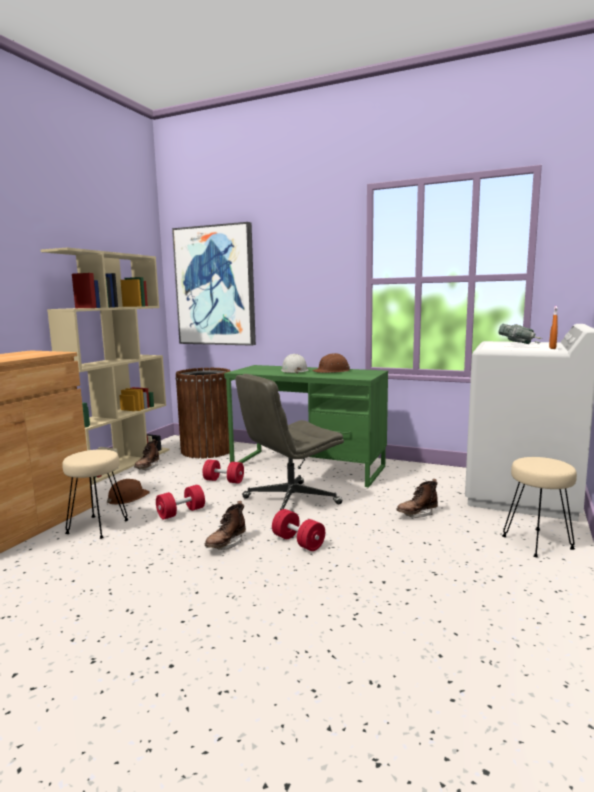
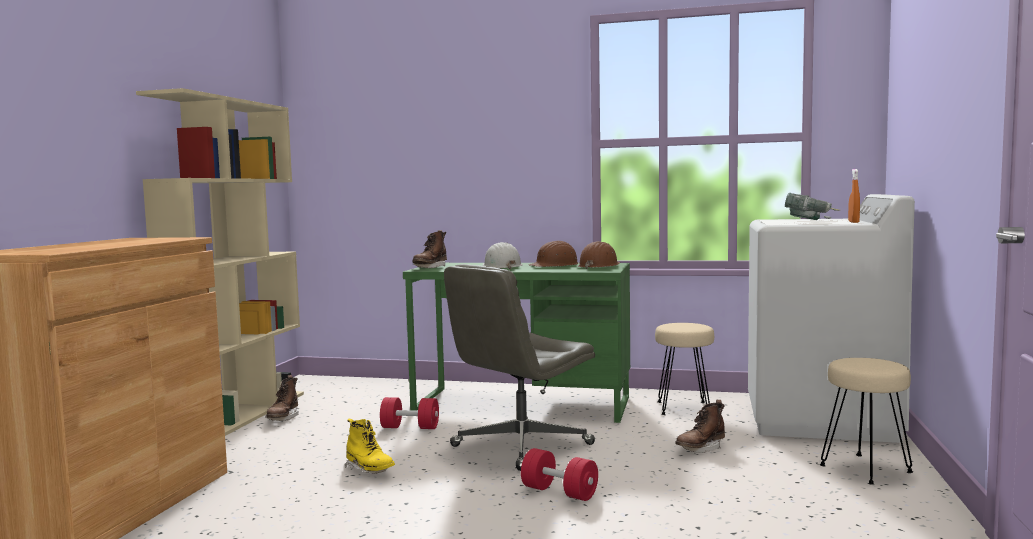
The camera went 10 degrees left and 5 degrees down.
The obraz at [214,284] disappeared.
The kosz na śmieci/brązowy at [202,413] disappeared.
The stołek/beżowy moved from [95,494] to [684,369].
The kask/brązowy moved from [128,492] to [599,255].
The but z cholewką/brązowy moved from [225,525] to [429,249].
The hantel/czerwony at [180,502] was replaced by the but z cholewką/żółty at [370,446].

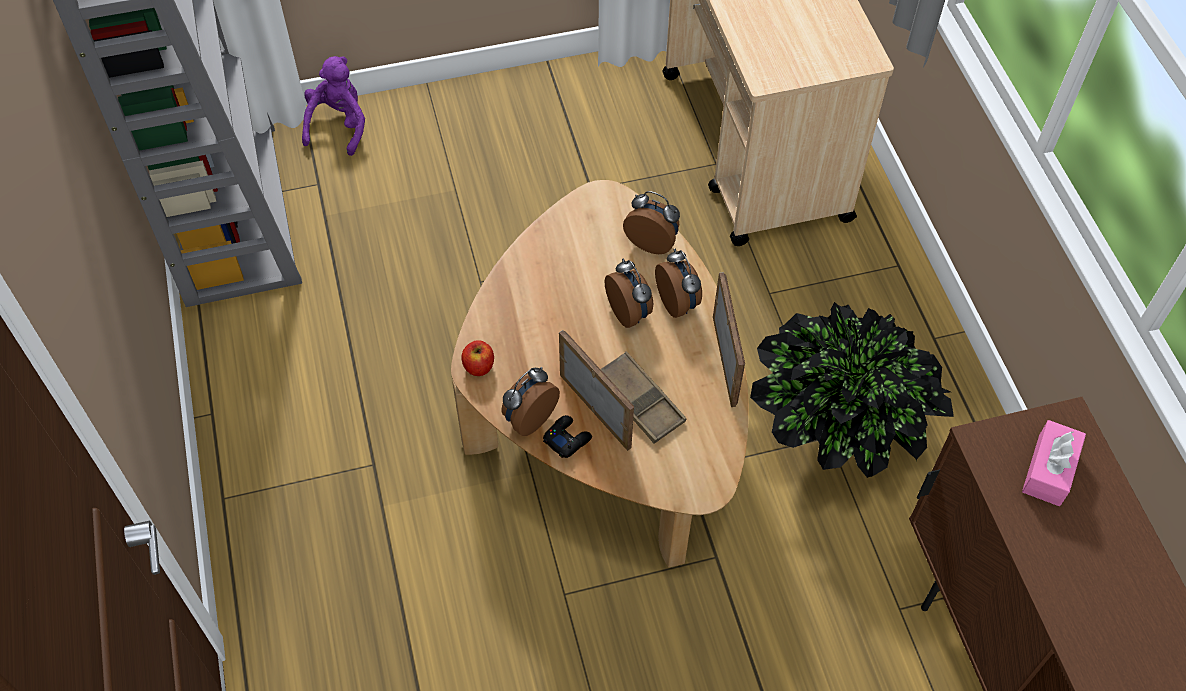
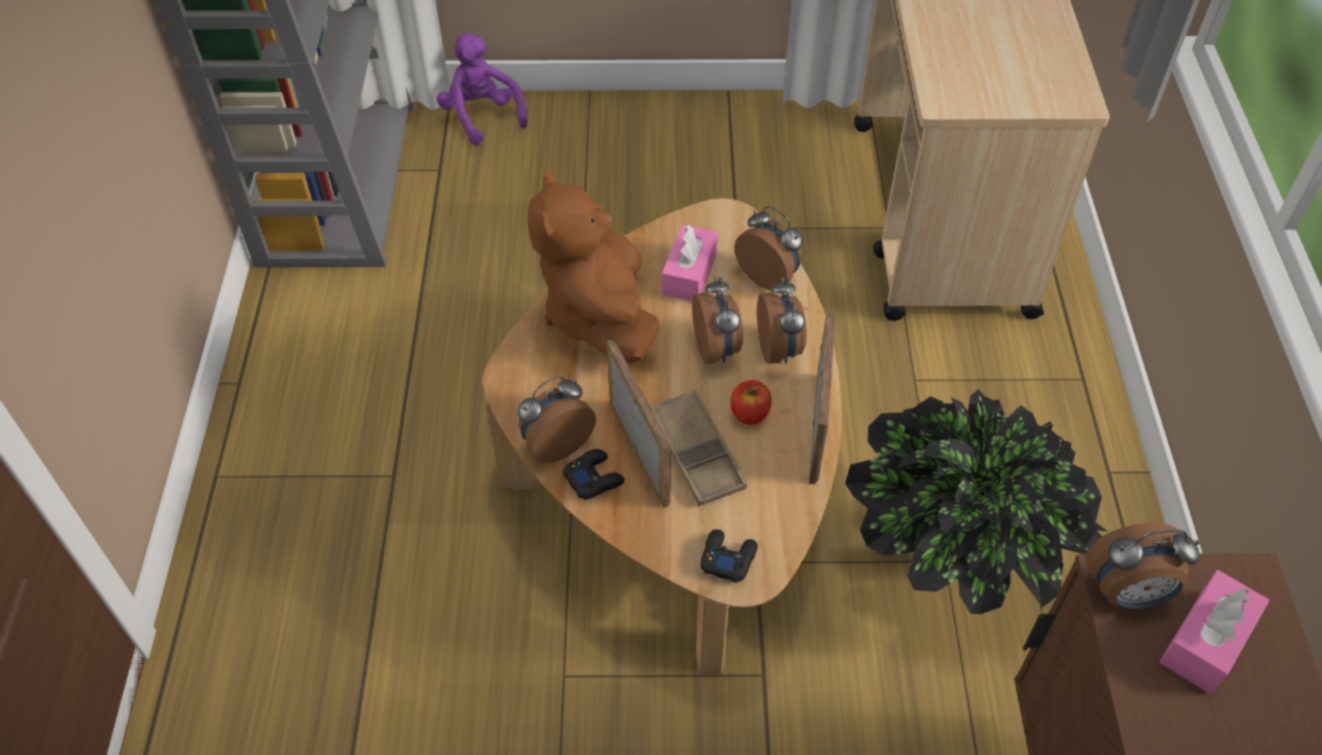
The camera went 15 degrees right and 5 degrees down.
The pluszak/brązowy at [594,267] appeared.
The pudełko chusteczek/różowy at [690,262] appeared.
The pad do gier/czarny at [729,556] appeared.
The budzik at [1142,566] appeared.
The jabłko moved from [477,358] to [751,402].
The pluszak/fioletowy at [333,106] turned 60 degrees counterclockwise.

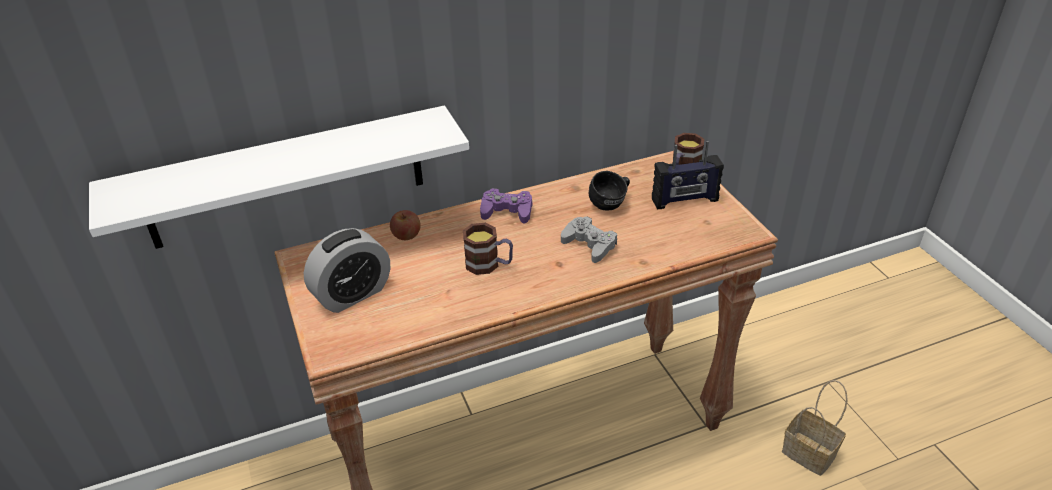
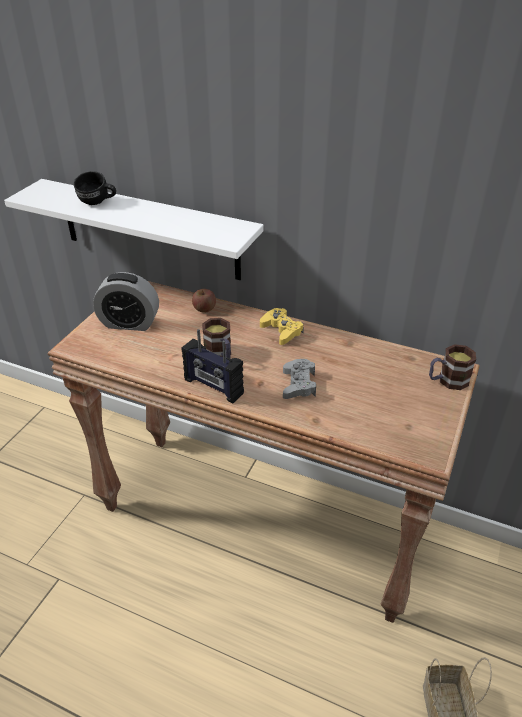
The camera went 45 degrees right and 0 degrees up.
The kubek/czarny moved from [609,190] to [95,188].
The radio moved from [688,175] to [213,366].
The pad do gier/fioletowy at [506,205] became the pad do gier/żółty at [282,326].

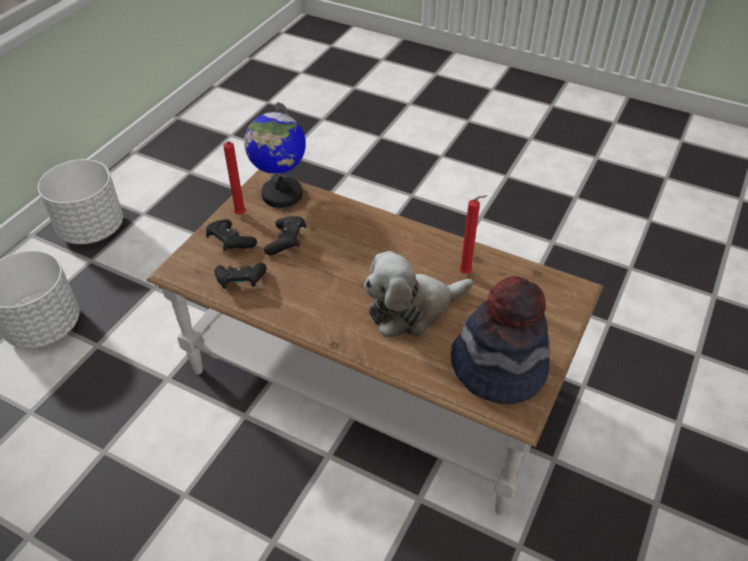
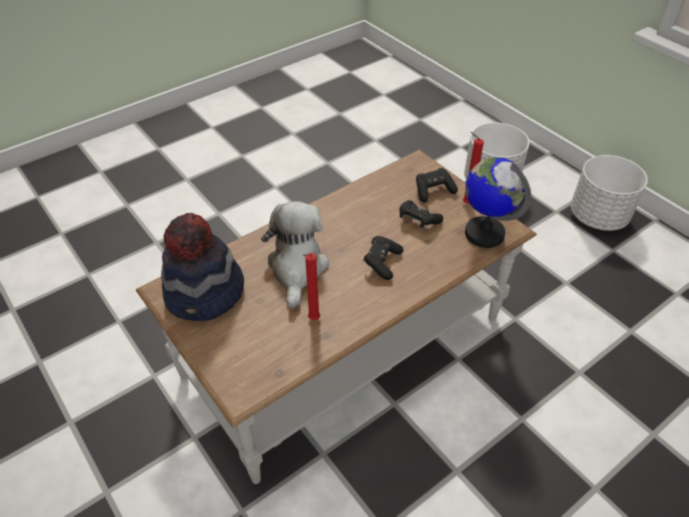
The camera went 115 degrees right and 0 degrees up.
The pad do gier/czarny moved from [241,276] to [383,258].

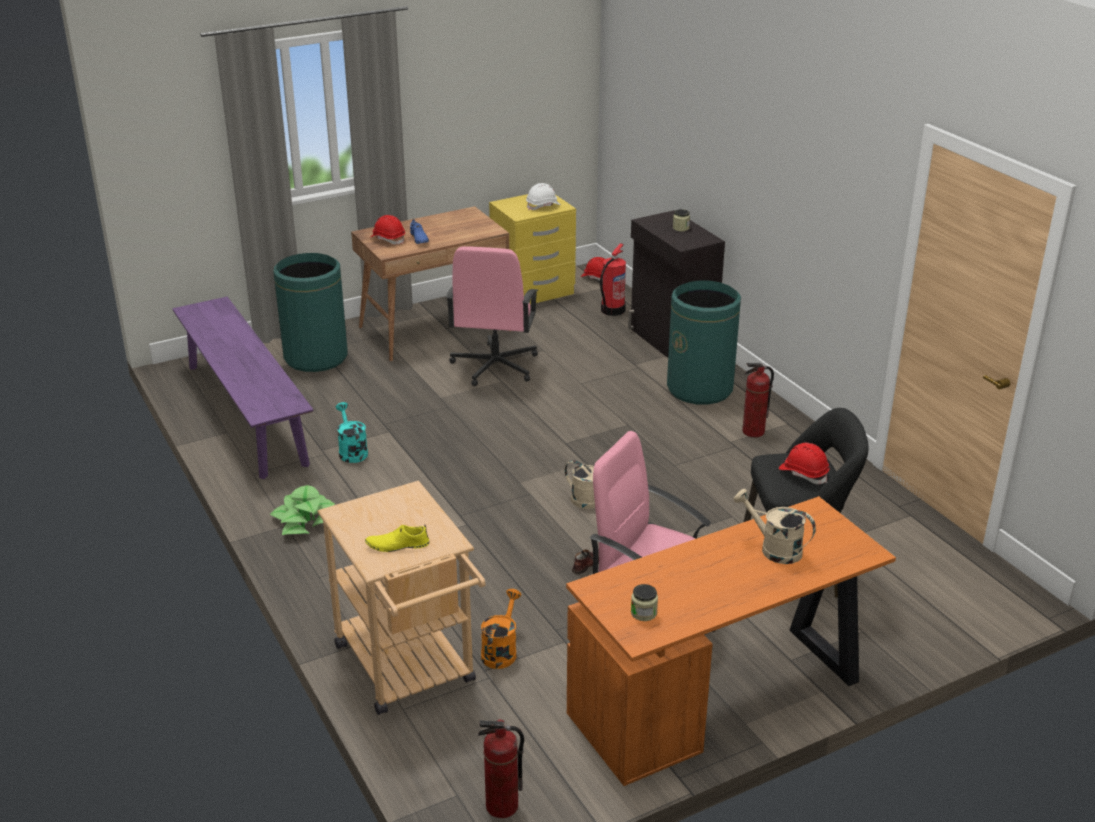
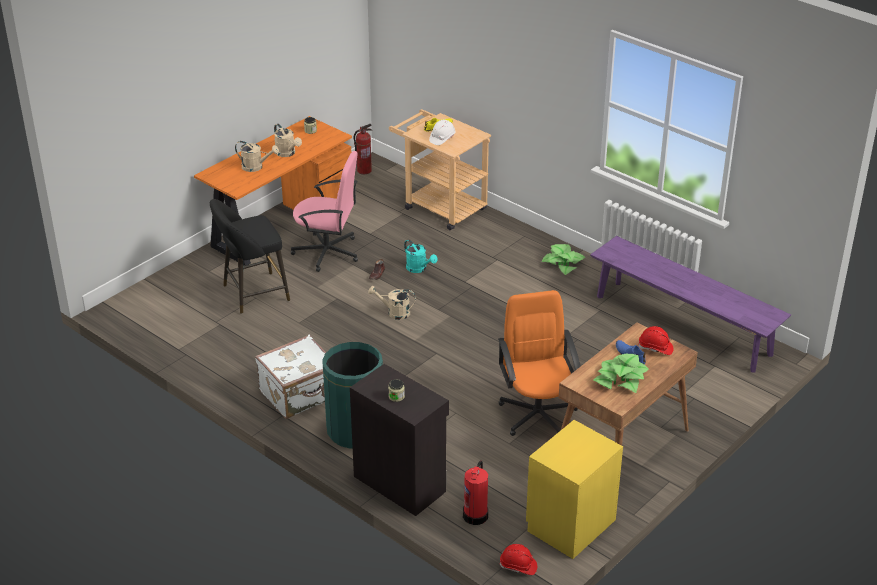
The camera went 160 degrees right and 5 degrees up.
The kosz na śmieci/zielony at [310,312] disappeared.
The konewka/pomarańczowy at [501,629] disappeared.
The kask/czerwony at [804,463] disappeared.
The konewka/beżowy at [288,140] appeared.
The roślina doniczkowa at [620,373] appeared.
The konewka/turkusowy moved from [352,432] to [420,256].
The kask/biały moved from [543,196] to [442,132].
The gaśnica at [758,400] was replaced by the walizka/biały at [290,377].
The krzesło biurowe/różowy at [492,316] became the krzesło biurowe/pomarańczowy at [539,363].

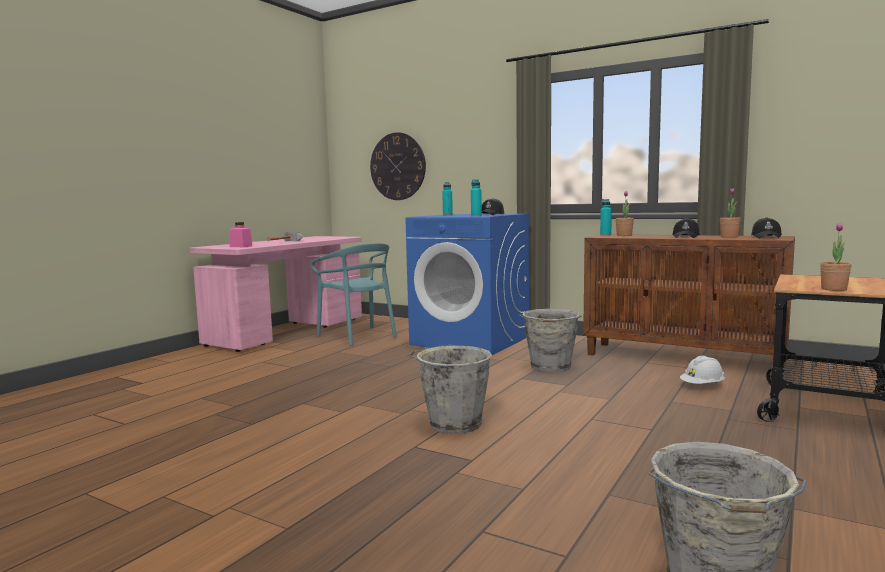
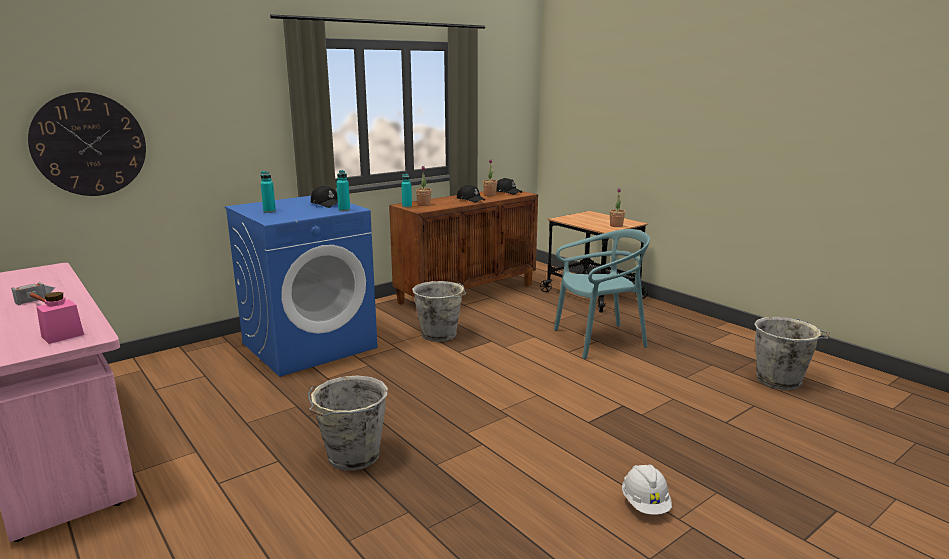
The camera went 70 degrees left and 10 degrees up.
The krzesło/turkusowy moved from [354,294] to [602,294].
The wiadro/szary moved from [449,389] to [348,423].
The kask/biały moved from [702,370] to [647,489].

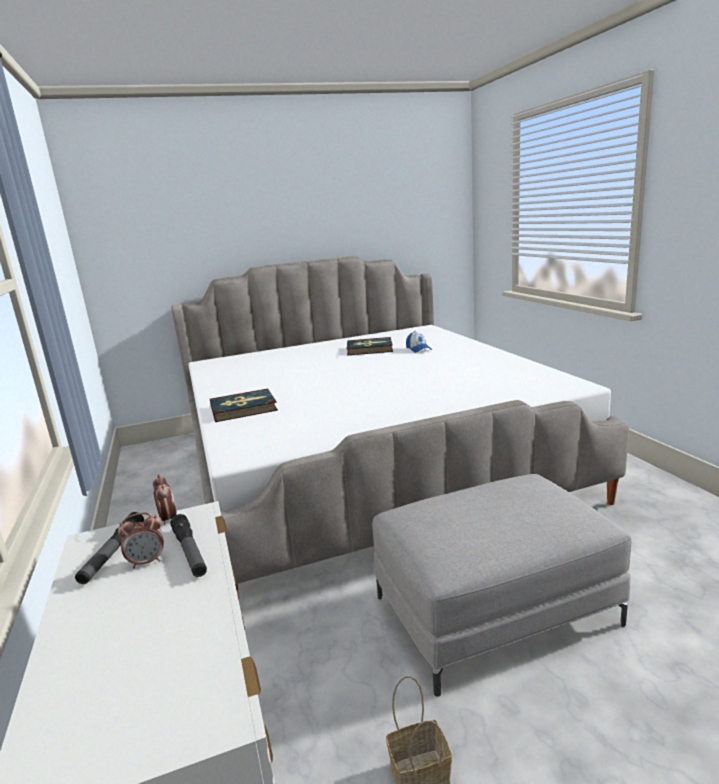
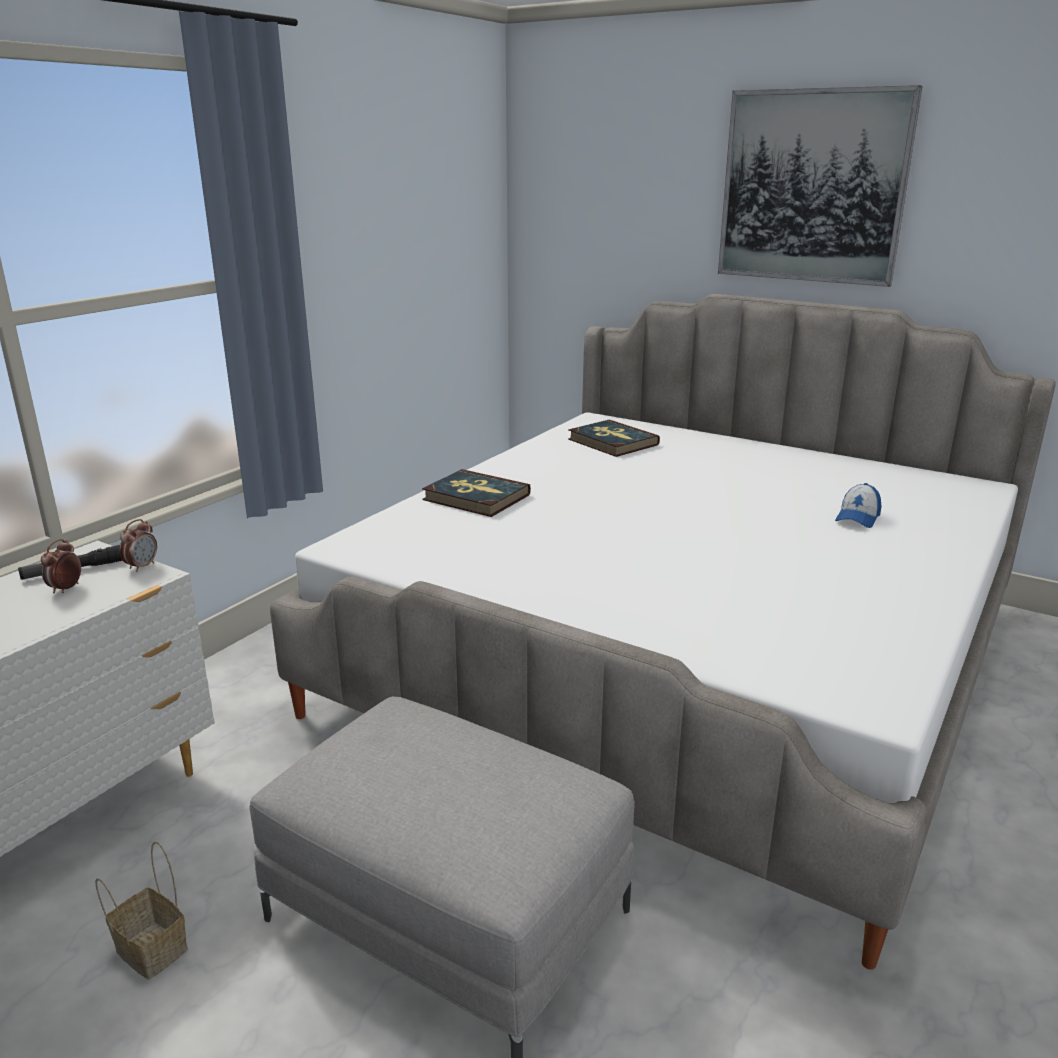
The camera went 50 degrees right and 5 degrees up.
The latarka at [188,545] disappeared.
The obraz at [820,186] appeared.
The książka moved from [370,346] to [614,438].
The budzik at [141,541] turned 75 degrees clockwise.

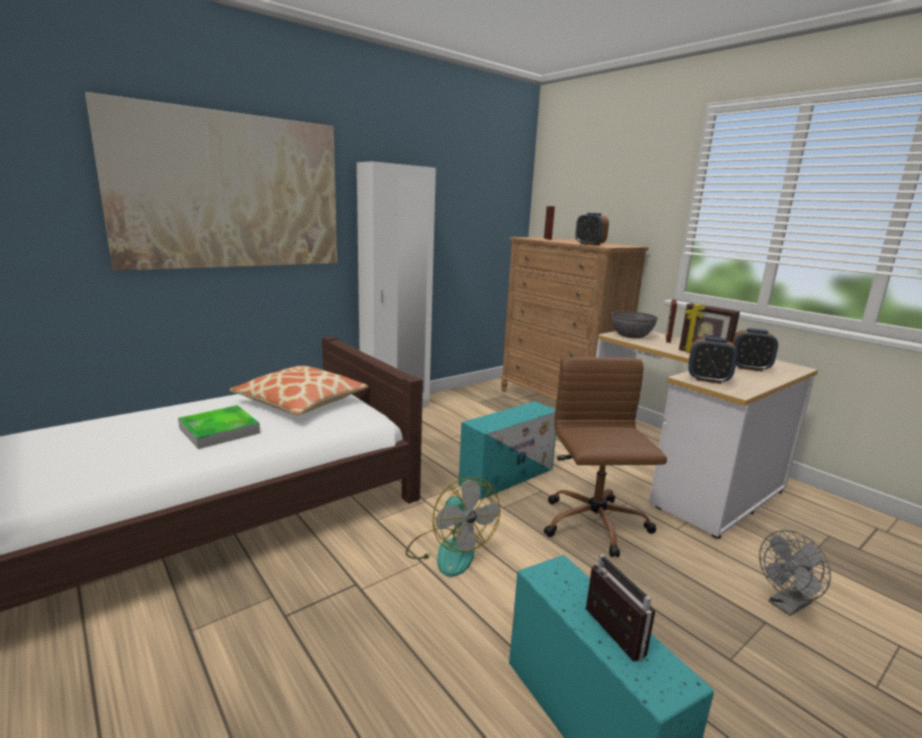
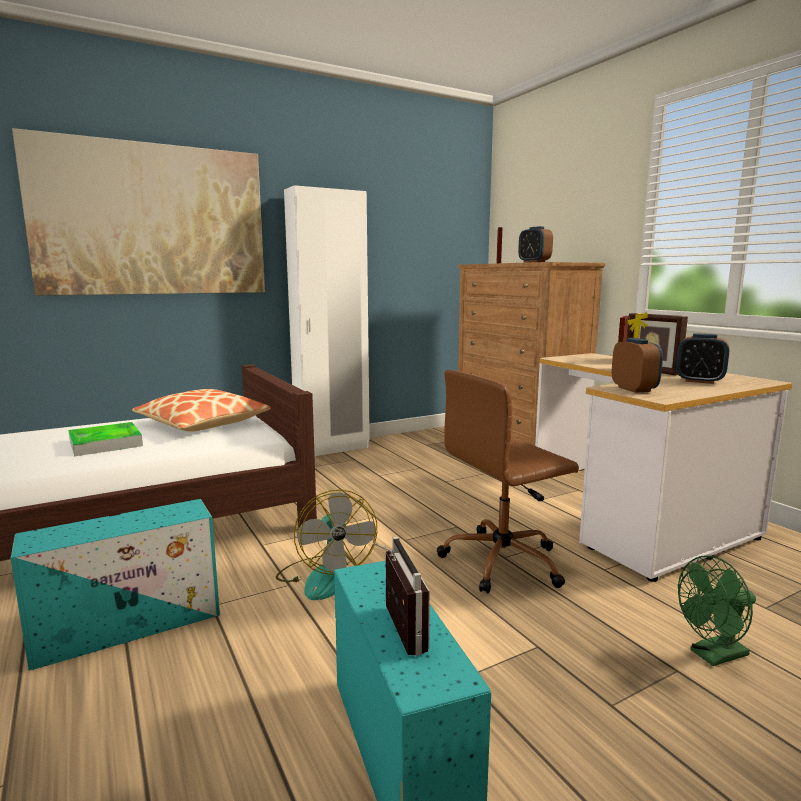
The camera went 10 degrees right and 5 degrees down.
The miska/szary at [634,324] disappeared.
The pojemnik do przechowywania/turkusowy moved from [507,450] to [115,585].
The wentylator/szary at [795,573] became the wentylator/zielony at [717,610].
The krzesło biurowe/brązowy at [605,457] turned 120 degrees counterclockwise.
The budzik at [713,360] turned 135 degrees counterclockwise.

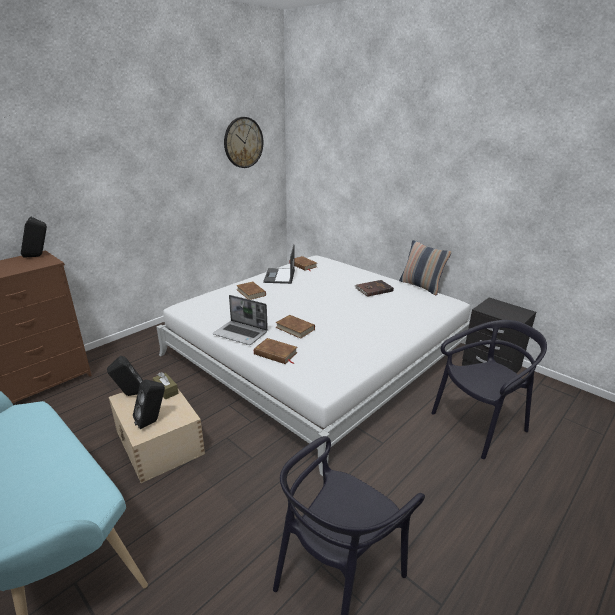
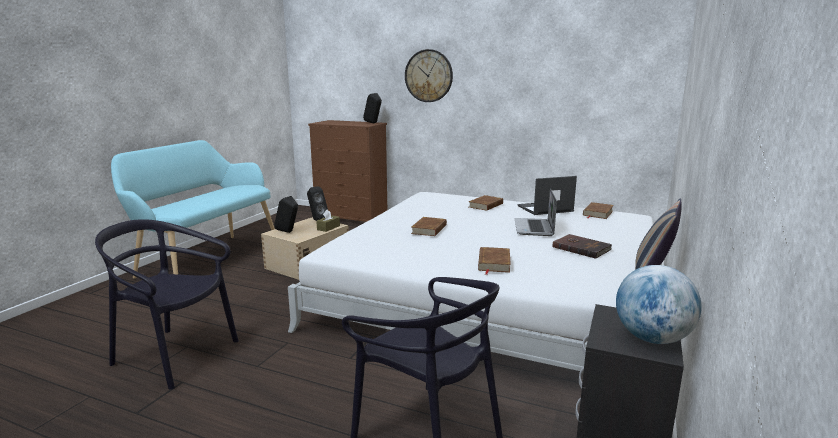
The camera went 70 degrees right and 10 degrees down.
The globus at [659,304] appeared.
The laptop moved from [240,320] to [536,212].
The zegar ścienny moved from [243,142] to [429,75].
The książka/brązowy moved from [276,351] to [494,261].

